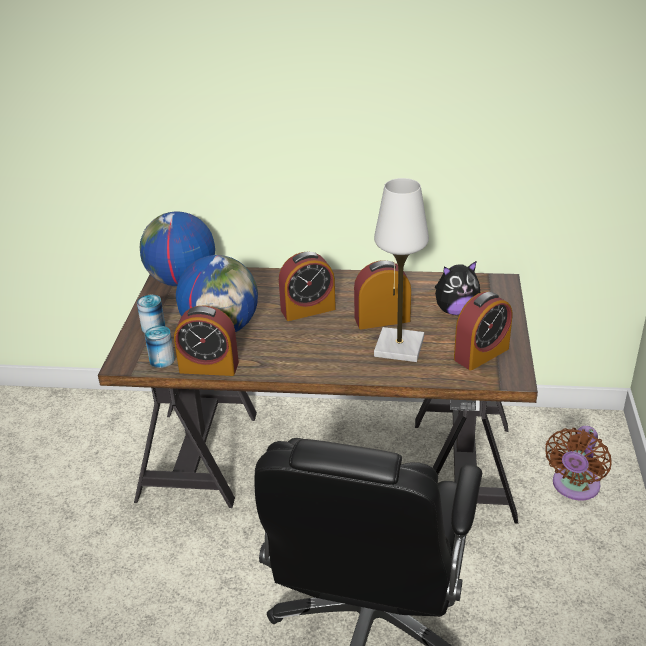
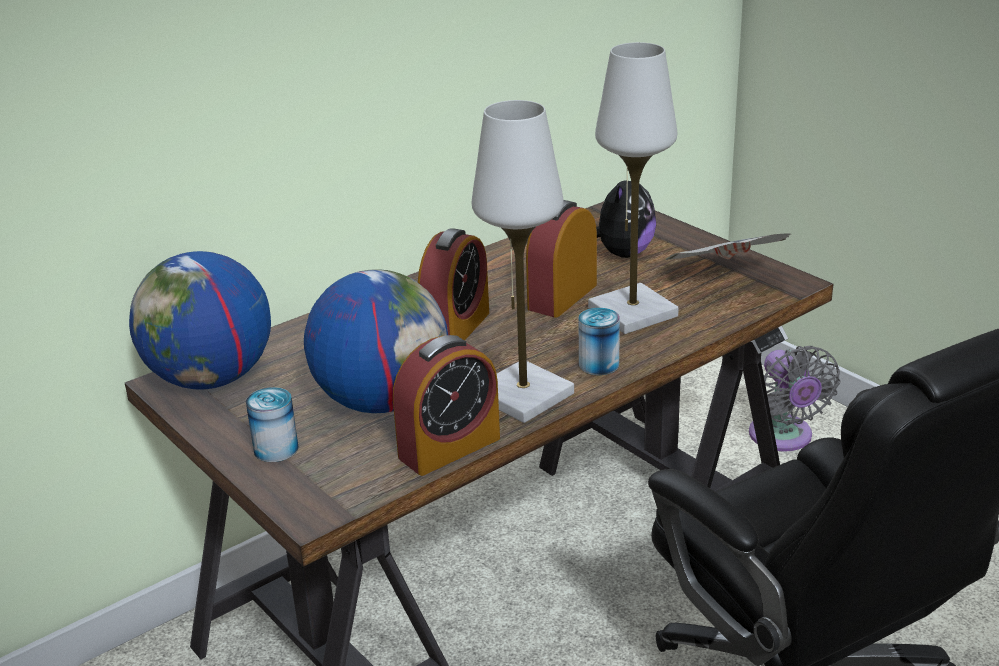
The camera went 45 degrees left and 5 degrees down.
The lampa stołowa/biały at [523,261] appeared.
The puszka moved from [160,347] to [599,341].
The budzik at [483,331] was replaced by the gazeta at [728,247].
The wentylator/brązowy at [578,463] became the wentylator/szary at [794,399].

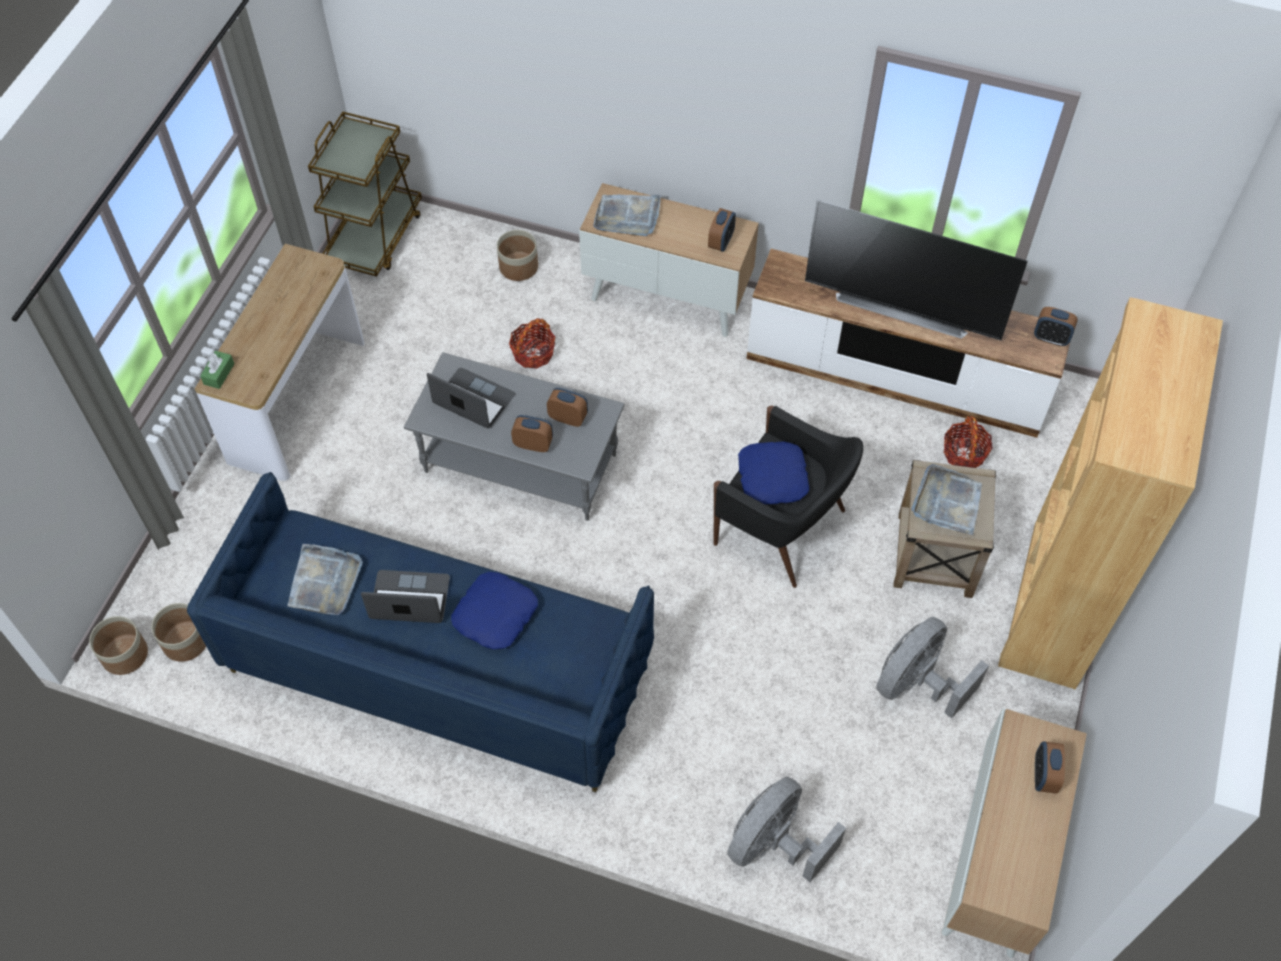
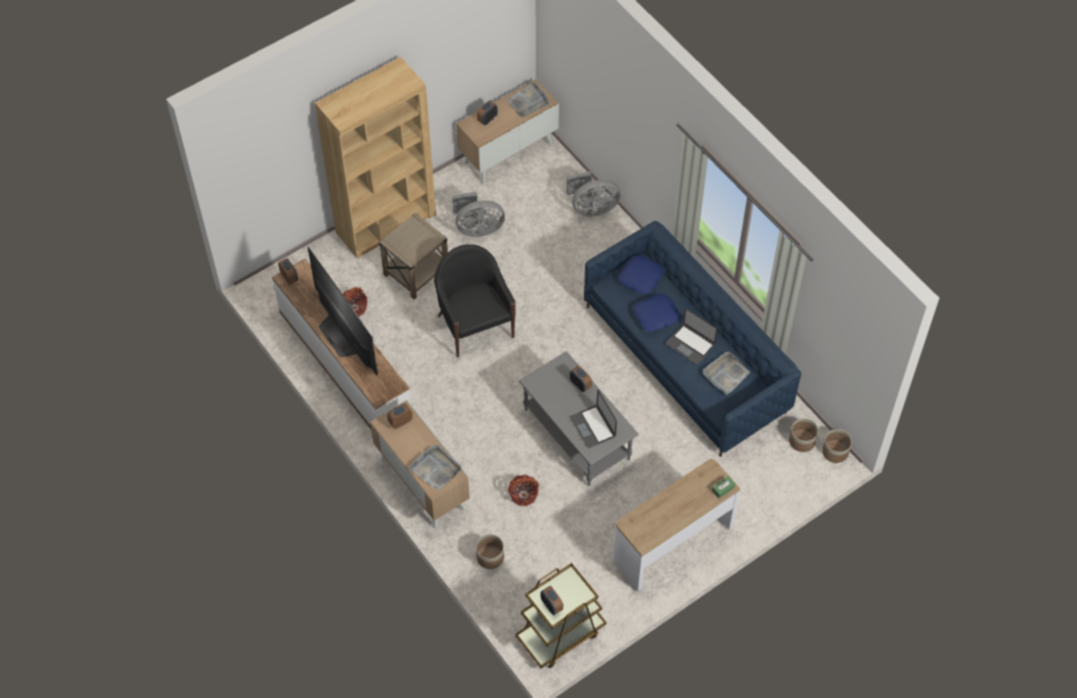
The camera went 145 degrees left and 0 degrees up.
The budzik moved from [567,407] to [552,600].
The poduszka/niebieski moved from [773,472] to [641,274].
The taca/szary moved from [946,499] to [528,99].

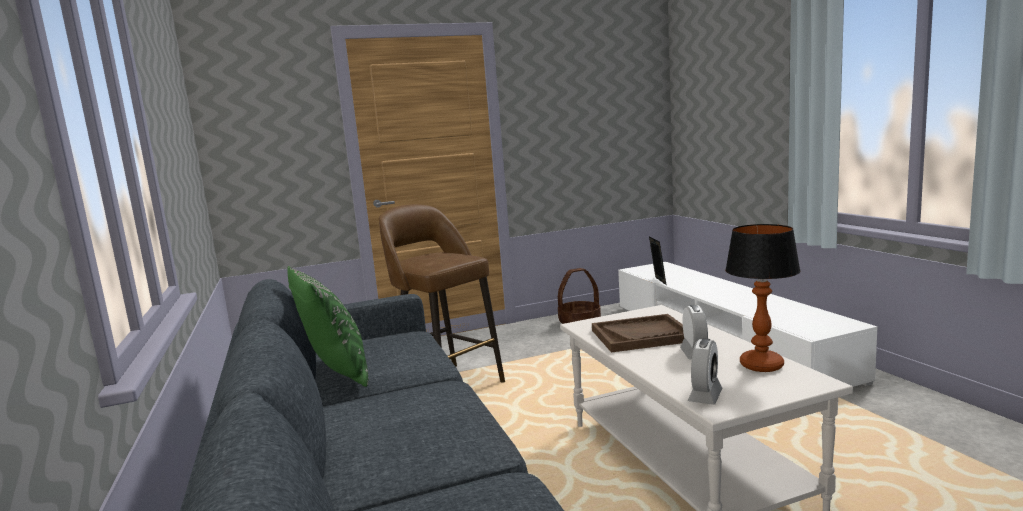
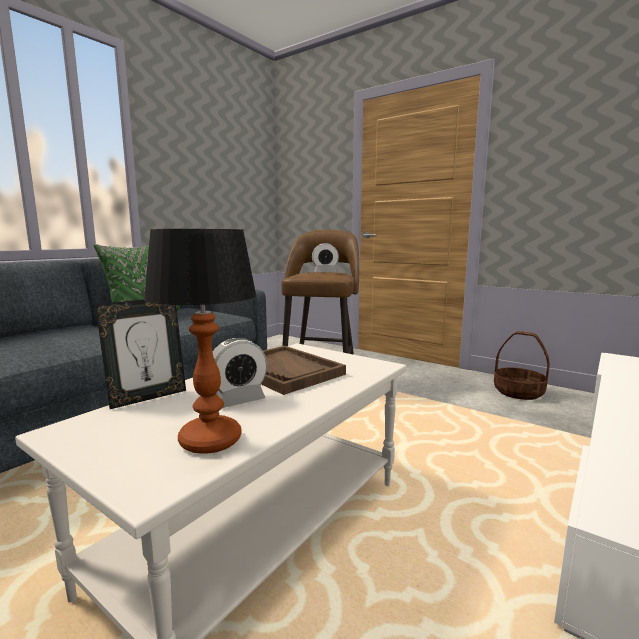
The camera went 55 degrees right and 0 degrees up.
The ramka na zdjęcie moved from [657,261] to [140,354].
The budzik moved from [705,371] to [325,257].

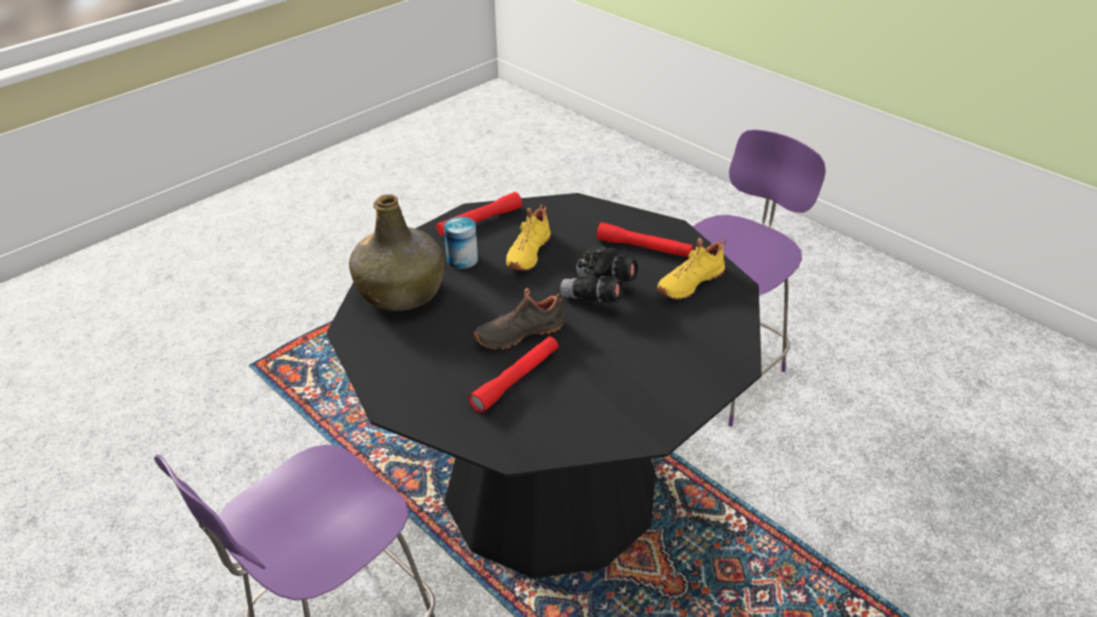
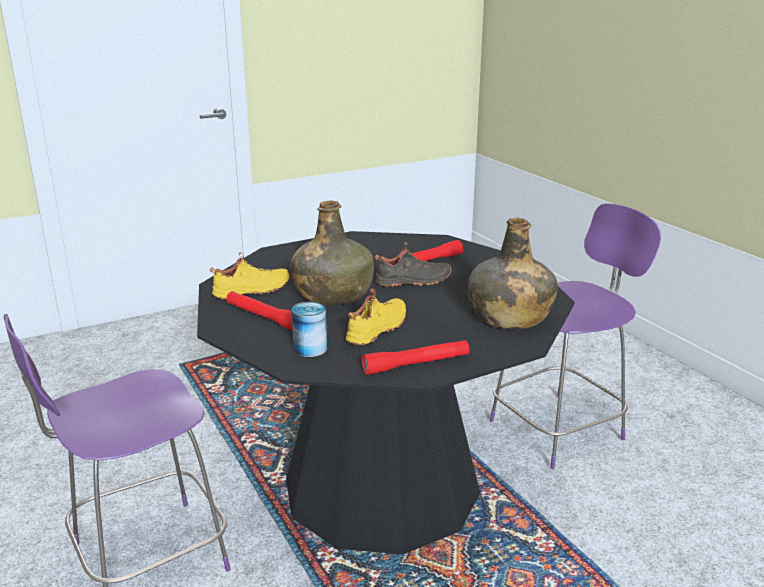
The camera went 165 degrees left and 15 degrees down.
The puszka moved from [461,243] to [309,329].
The lornetka/czarny at [599,274] was replaced by the butelka/zielony at [332,252].

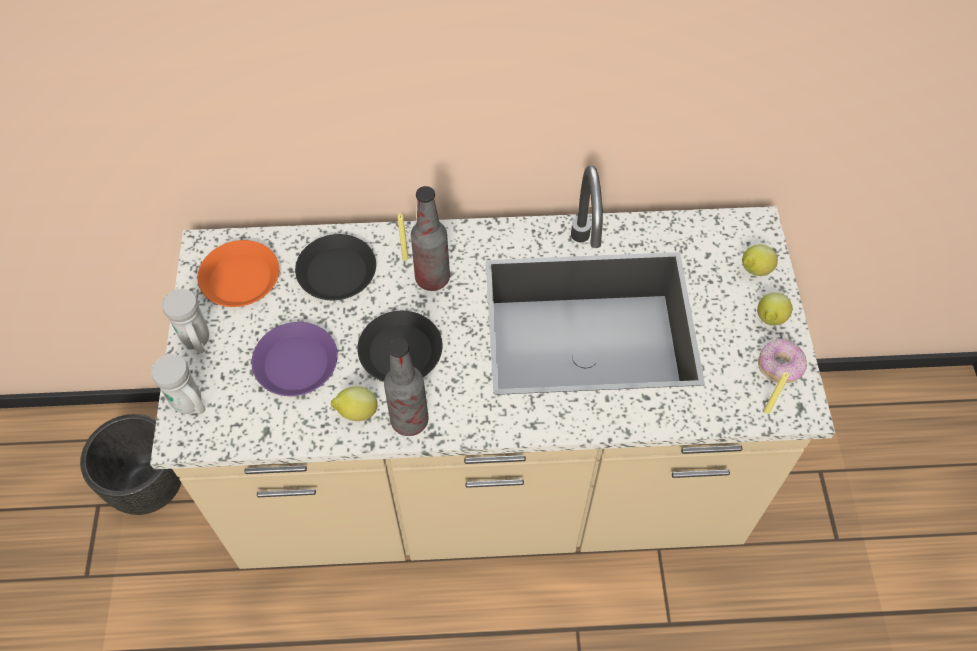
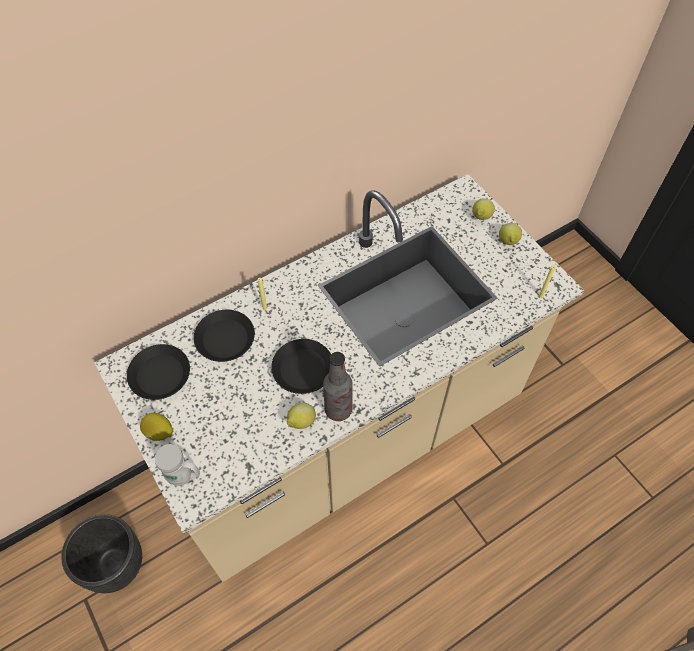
The camera went 30 degrees left and 0 degrees up.
The talerz/fioletowy at [294,359] disappeared.
The butelka at [430,238] disappeared.
The donut at [782,360] disappeared.
The kubek/biały at [185,321] was replaced by the cytryna at [156,427].
The talerz/pomarańczowy at [238,273] became the talerz/czarny at [158,372].

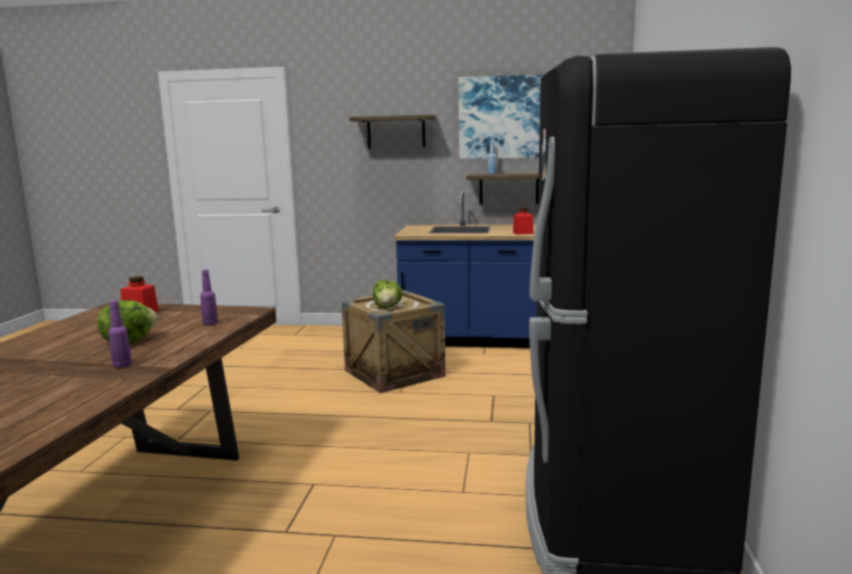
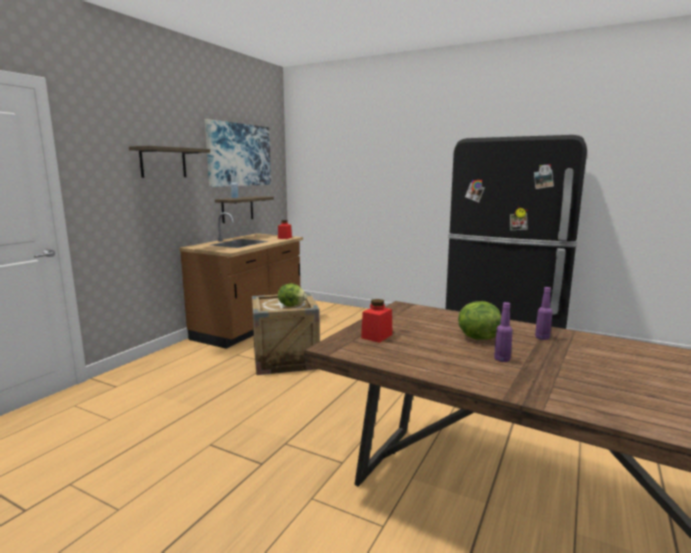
The camera went 70 degrees left and 0 degrees up.
The butelka/fioletowy moved from [209,297] to [503,332].
The zabudowa kuchenna/niebieski at [465,269] became the zabudowa kuchenna/brązowy at [241,280].

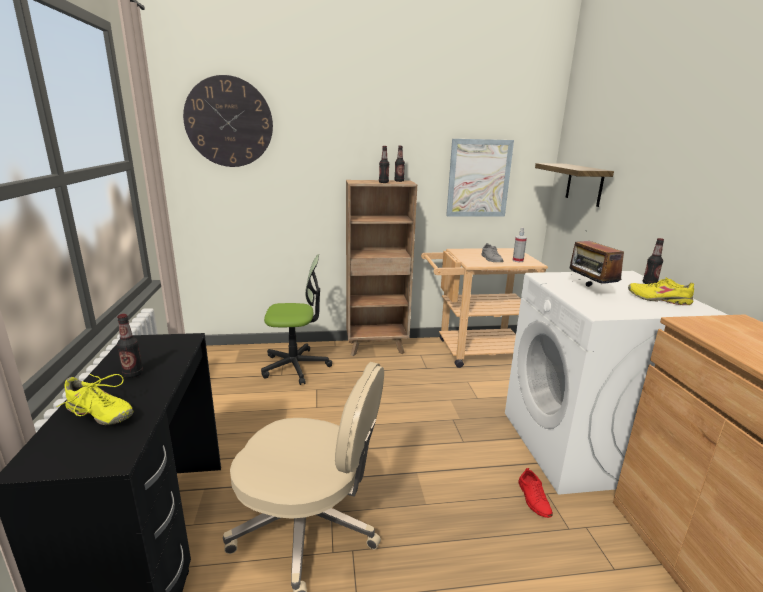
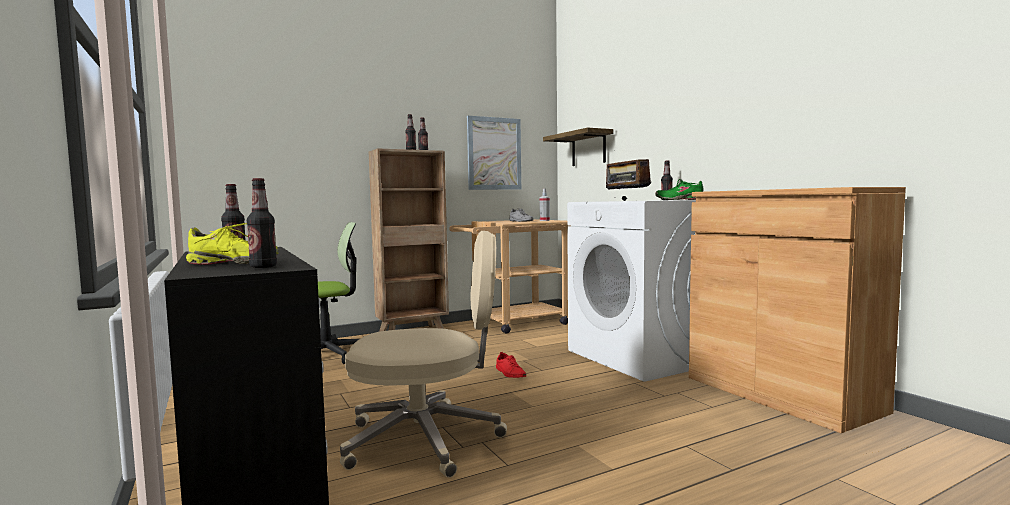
The camera went 20 degrees left and 15 degrees down.
The zegar ścienny at [228,121] disappeared.
The butelka at [262,223] appeared.
The but/czerwony moved from [535,493] to [511,365].
The but/żółty at [661,291] became the but/zielony at [679,189].

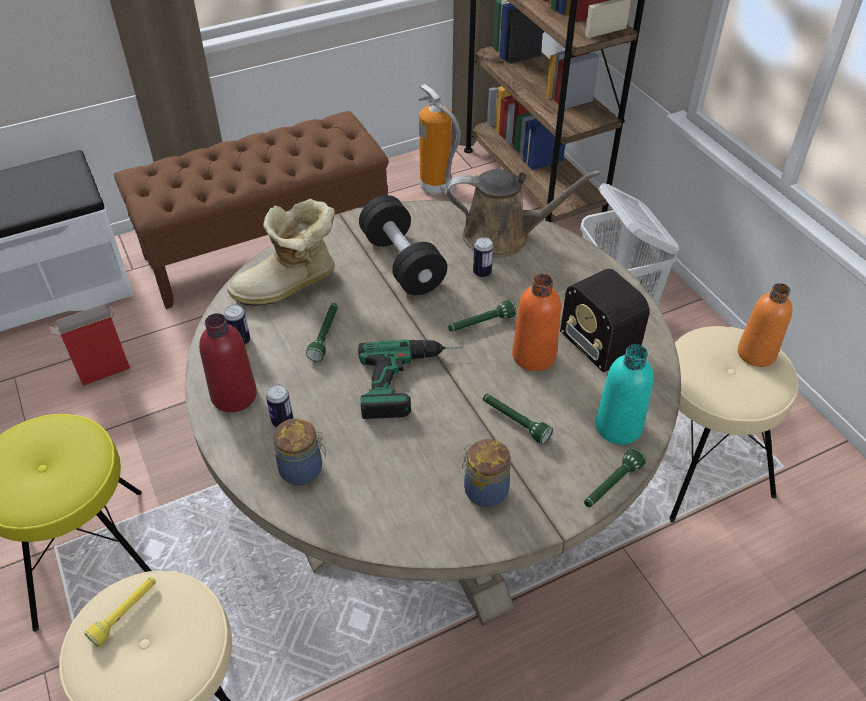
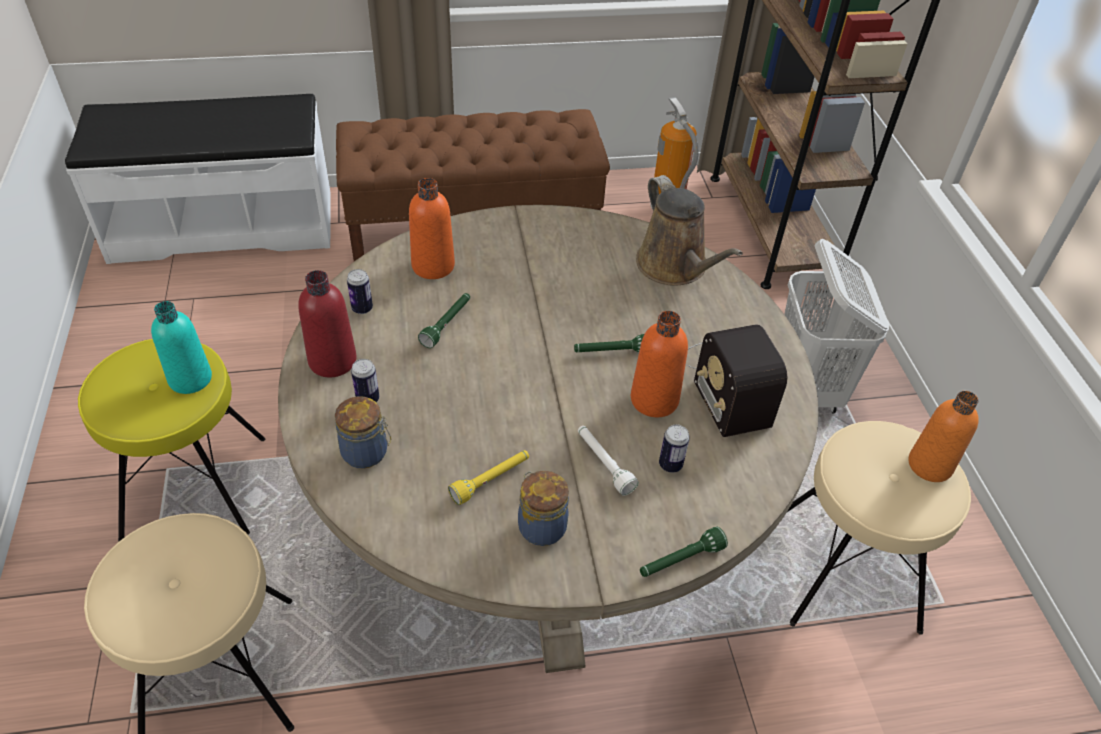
The camera went 15 degrees right and 0 degrees up.
The karton at [89,345] disappeared.
The wiertarka at [411,379] disappeared.
The hantel/czarny at [403,245] disappeared.
The latarka/żółty moved from [120,612] to [488,477].
The puszka moved from [483,257] to [674,448].
The butelka/turkusowy moved from [624,394] to [181,347].
The but z cholewką at [281,252] was replaced by the butelka/pomarańczowy at [432,228].
The latarka/zielony at [518,419] became the latarka/biały at [608,461].
The konewka/brązowy at [523,213] turned 45 degrees clockwise.

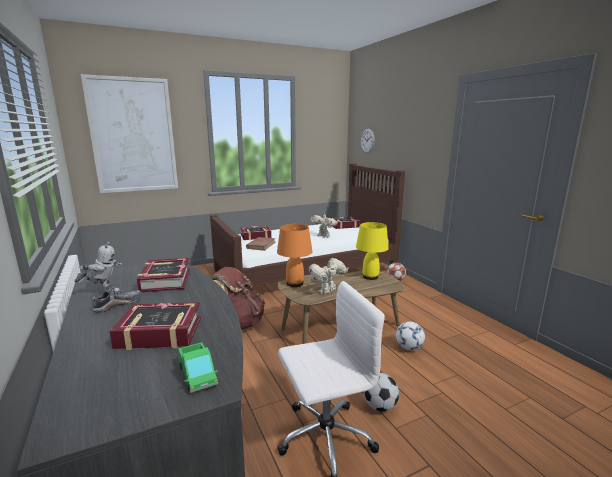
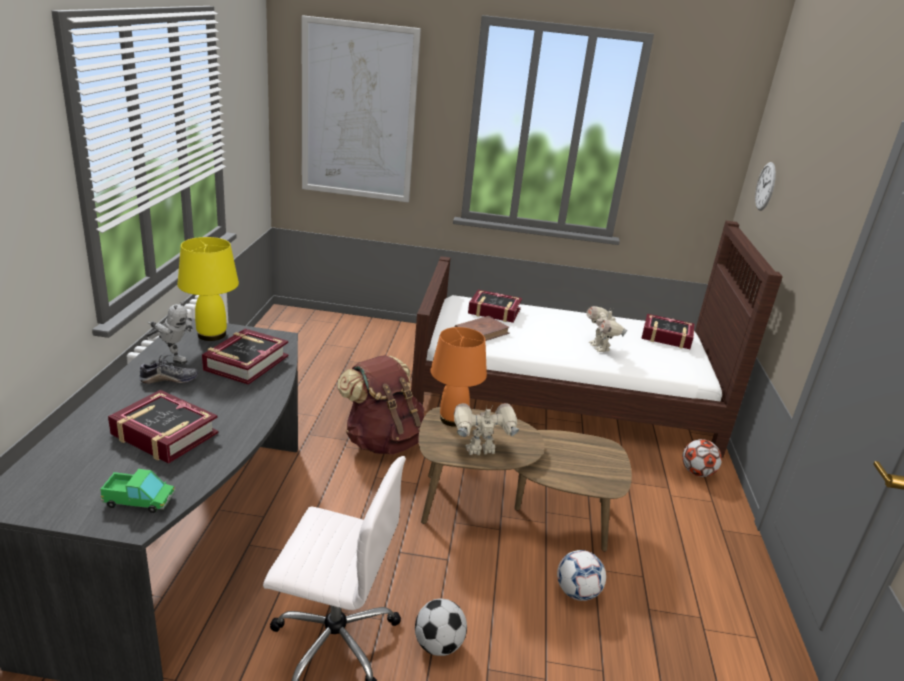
The camera went 30 degrees right and 10 degrees up.
The lampa stołowa/żółty moved from [372,251] to [208,289].
The ciężarówka zabawkowa at [198,367] turned 90 degrees counterclockwise.

